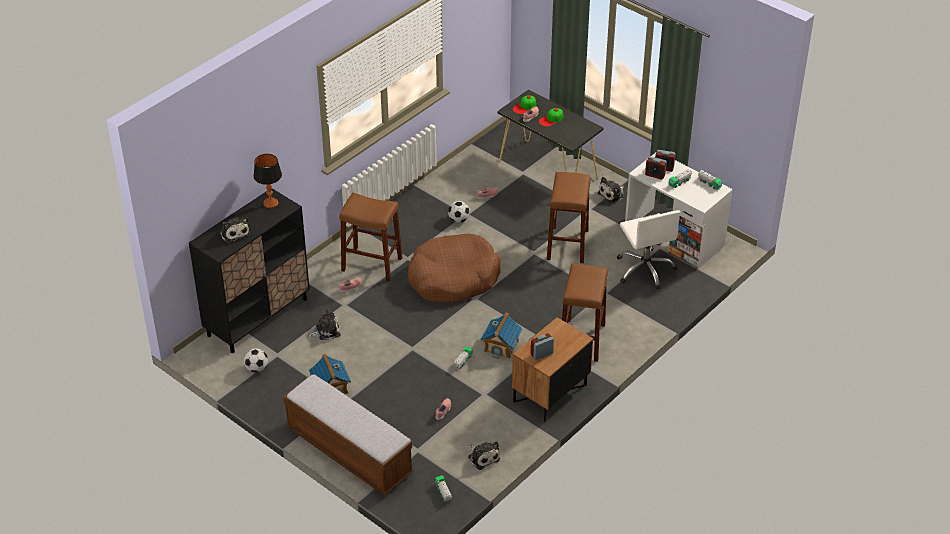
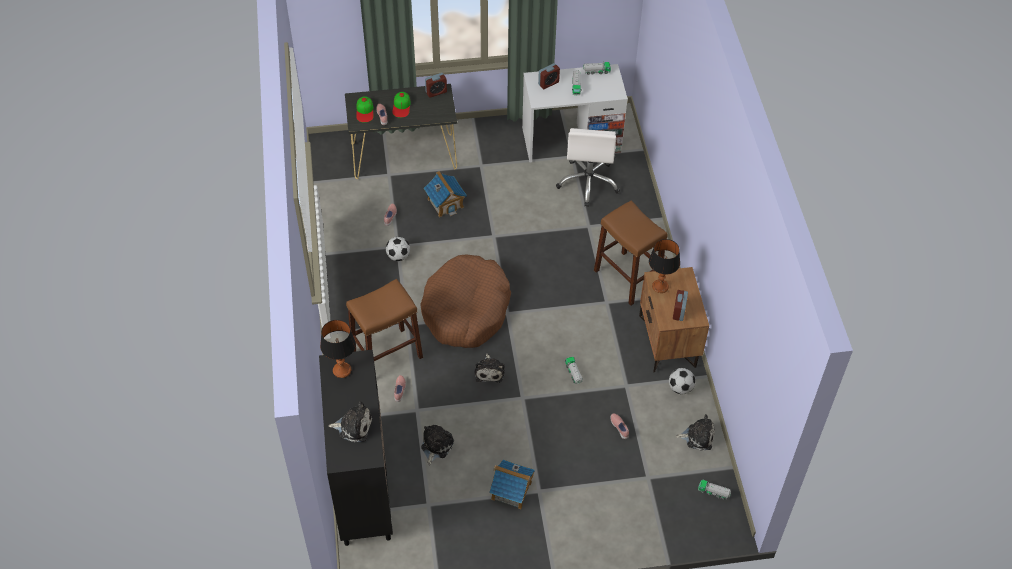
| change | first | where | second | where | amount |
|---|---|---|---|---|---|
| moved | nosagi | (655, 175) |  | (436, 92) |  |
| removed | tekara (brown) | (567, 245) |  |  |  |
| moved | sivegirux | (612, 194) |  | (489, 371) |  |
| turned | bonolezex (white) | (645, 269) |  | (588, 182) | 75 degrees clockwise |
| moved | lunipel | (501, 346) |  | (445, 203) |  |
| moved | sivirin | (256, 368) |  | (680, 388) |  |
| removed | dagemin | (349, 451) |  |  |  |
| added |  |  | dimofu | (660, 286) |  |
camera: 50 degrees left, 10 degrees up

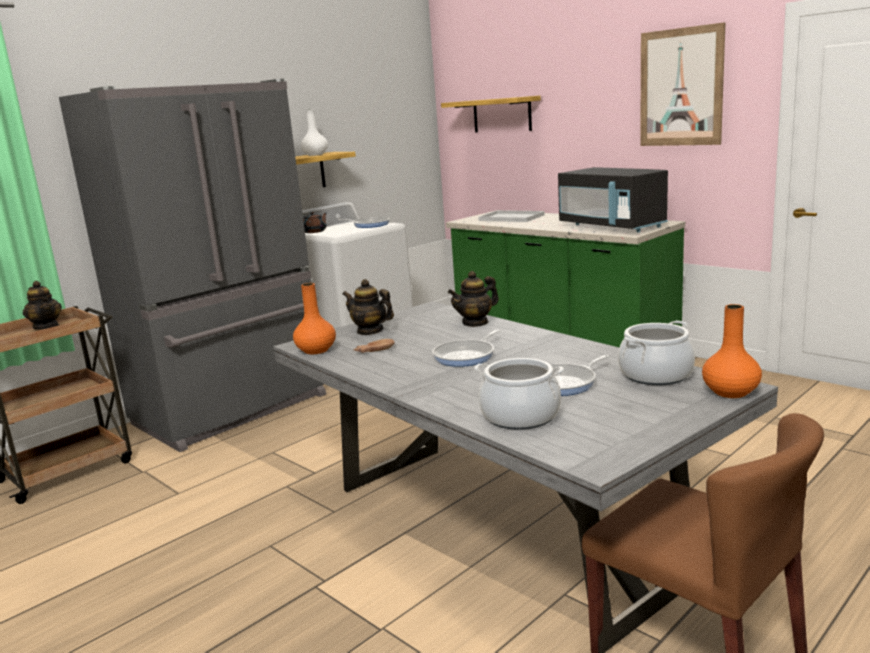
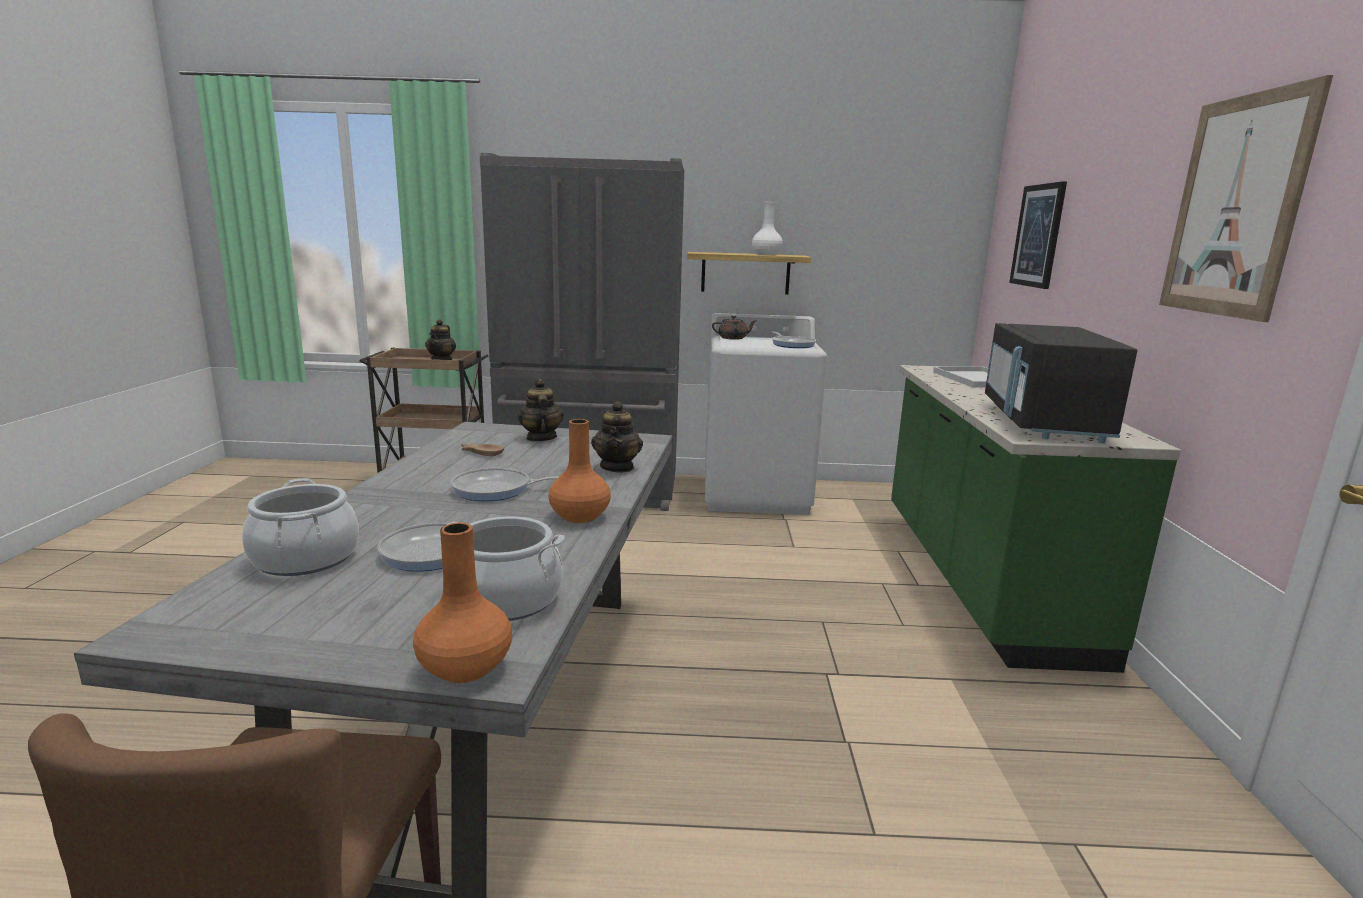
| change | first | where | second | where | amount |
|---|---|---|---|---|---|
| replaced | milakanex | (502, 115) | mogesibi | (1038, 236) |  |
| turned | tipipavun | (475, 323) |  | (617, 467) | 105 degrees counterclockwise |
| moved | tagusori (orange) | (316, 350) |  | (579, 517) |  |
camera: 45 degrees right, 0 degrees up

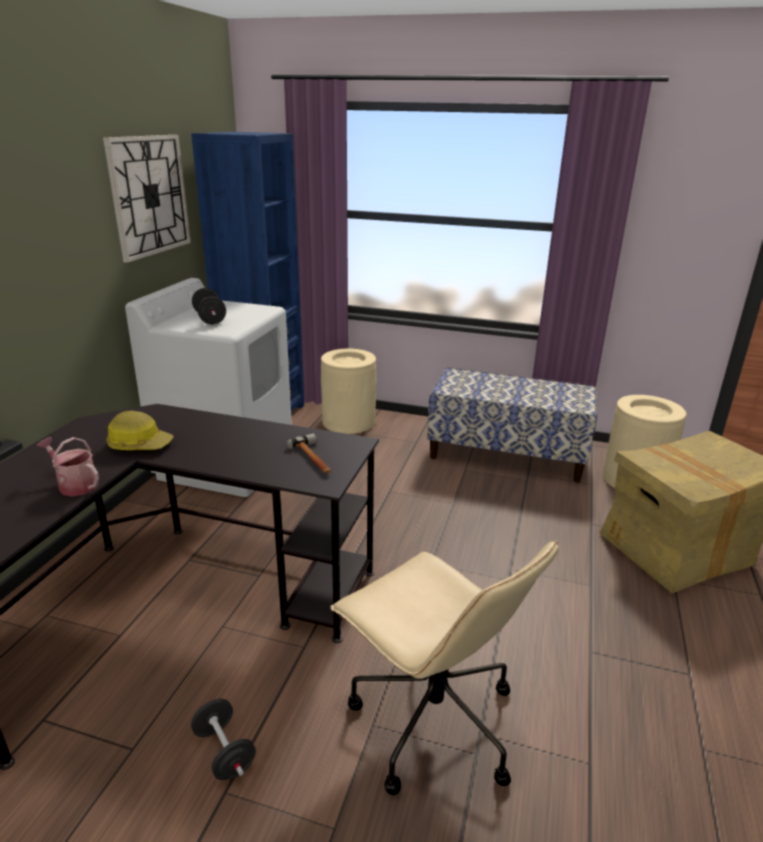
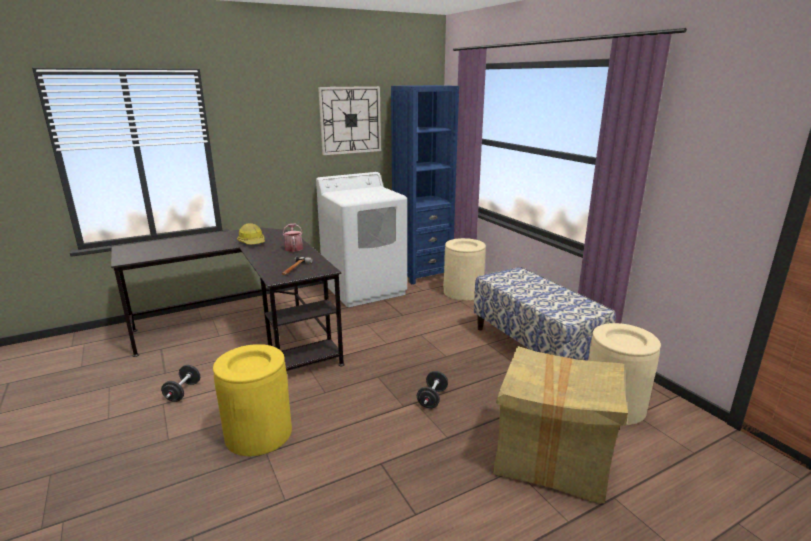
| change | first | where | second | where | amount |
|---|---|---|---|---|---|
| moved | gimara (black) | (210, 319) |  | (432, 398) |  |
| moved | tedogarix | (75, 484) |  | (293, 247) |  |
| replaced | bonolezex (beige) | (431, 720) | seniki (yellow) | (258, 433) |  |
camera: 45 degrees right, 5 degrees down

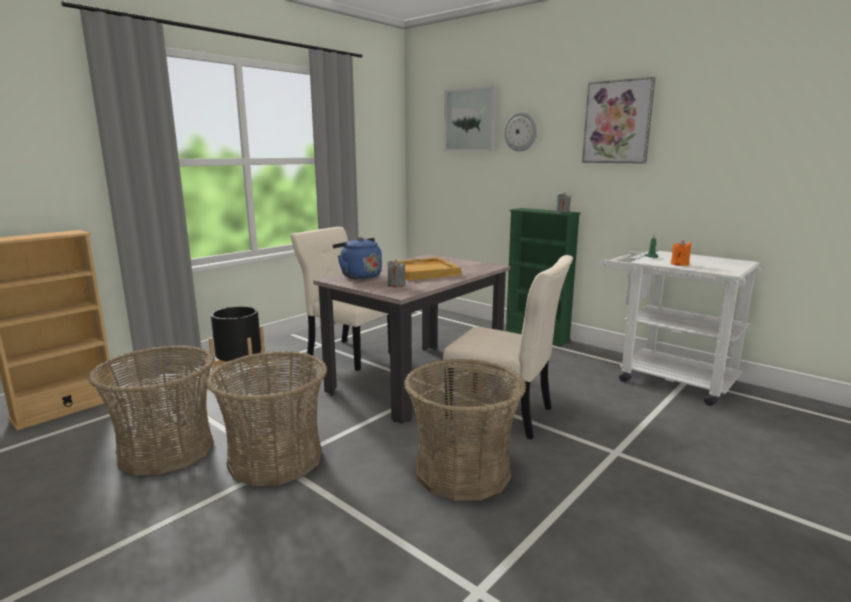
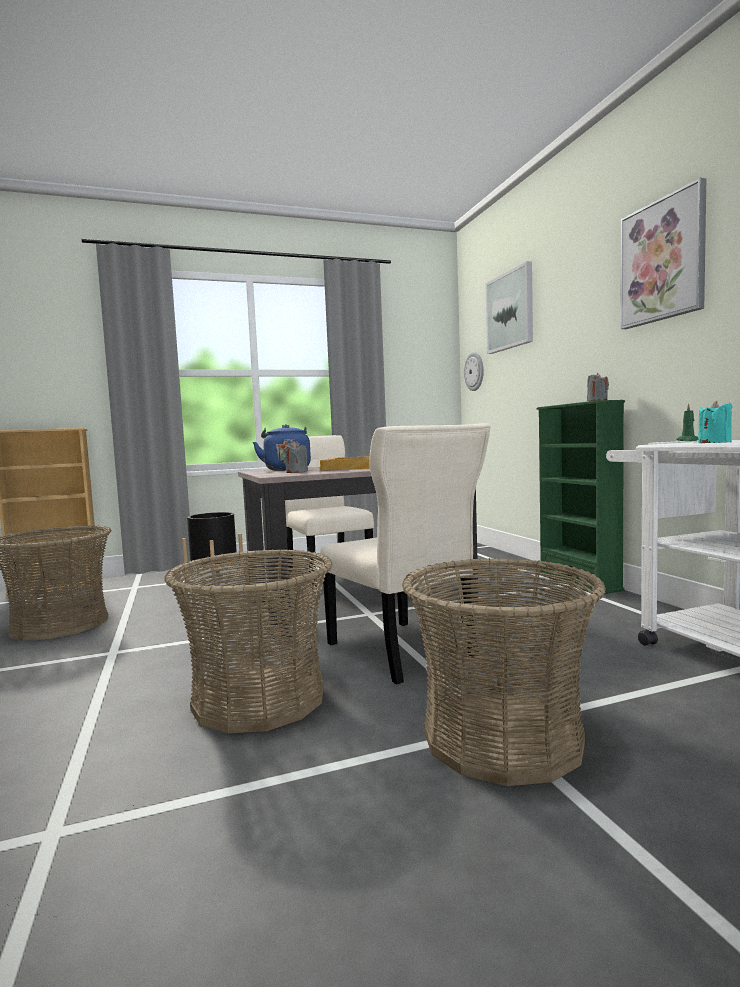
| change | first | where | second | where | amount |
|---|---|---|---|---|---|
| moved | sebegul | (521, 131) |  | (474, 371) |  |
| recoloured | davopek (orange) | (679, 264) | davopek (turquoise) | (714, 443) |  |
| moved | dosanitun | (275, 459) |  | (502, 737) |  |
camera: 30 degrees right, 10 degrees down

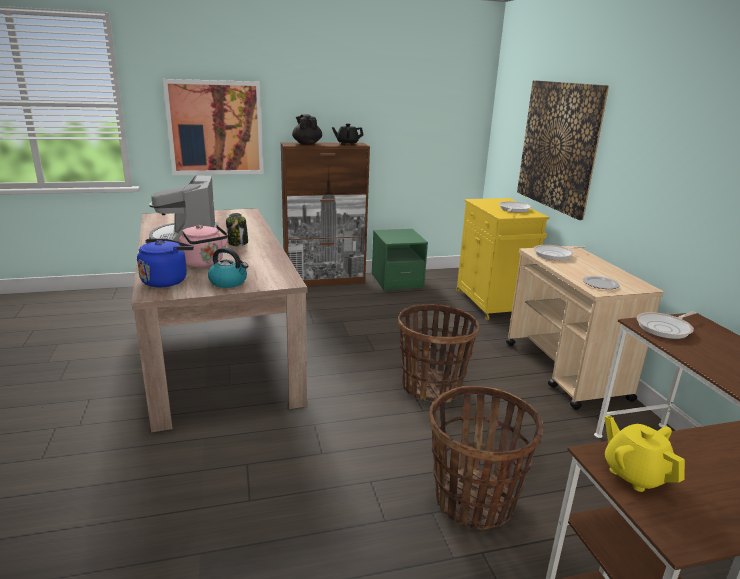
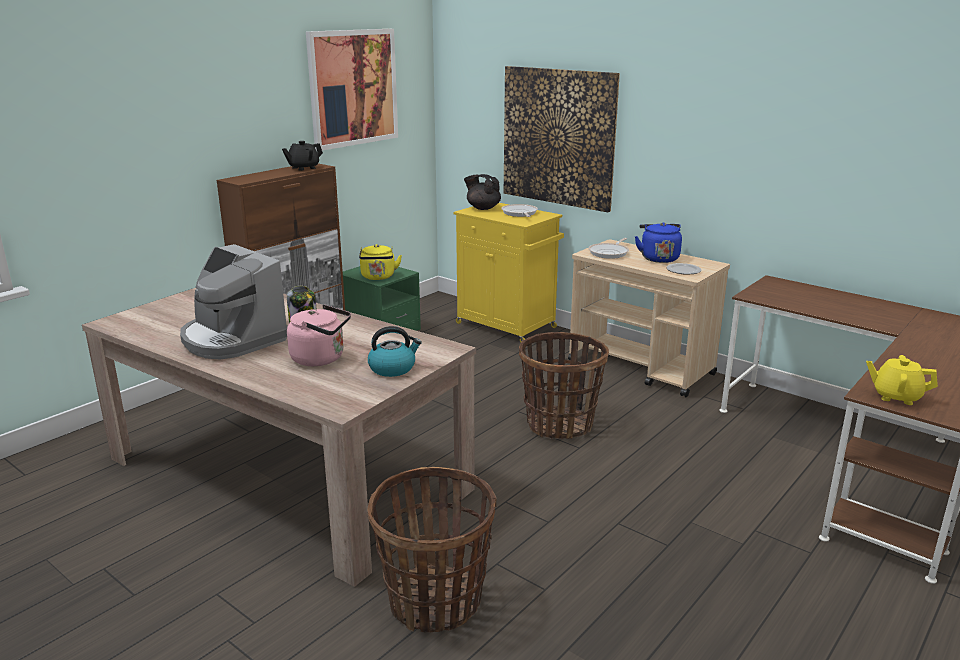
| change | first | where | second | where | amount |
|---|---|---|---|---|---|
| moved | mogesibi | (215, 128) |  | (353, 88) |  |
| moved | tipipavun (black) | (307, 144) |  | (483, 208) |  |
| moved | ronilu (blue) | (166, 280) |  | (658, 258) |  |
| removed | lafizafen | (665, 328) |  |  |  |
| moved | dosanitun | (474, 501) |  | (435, 602) |  |
| added |  |  | ronilu (yellow) | (378, 277) |  |
camera: 35 degrees left, 0 degrees up

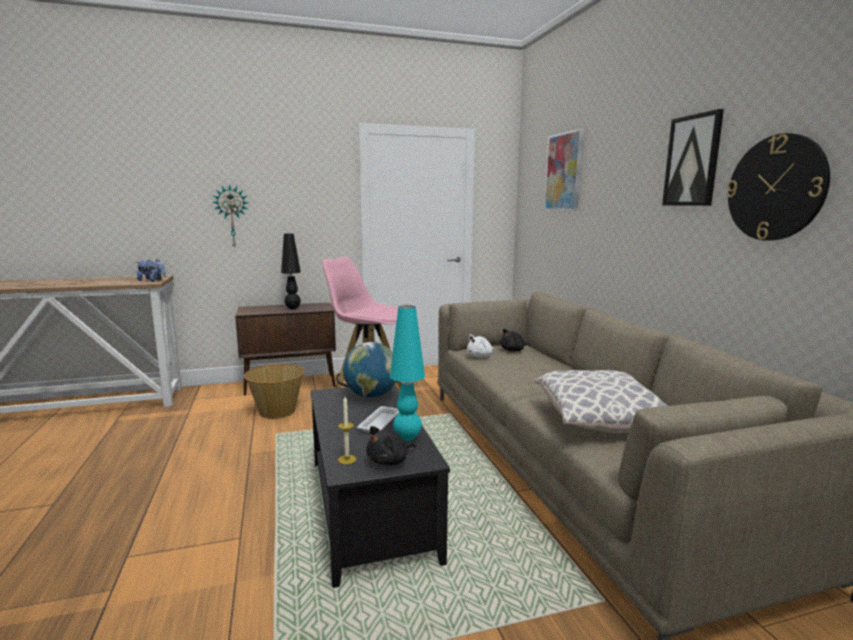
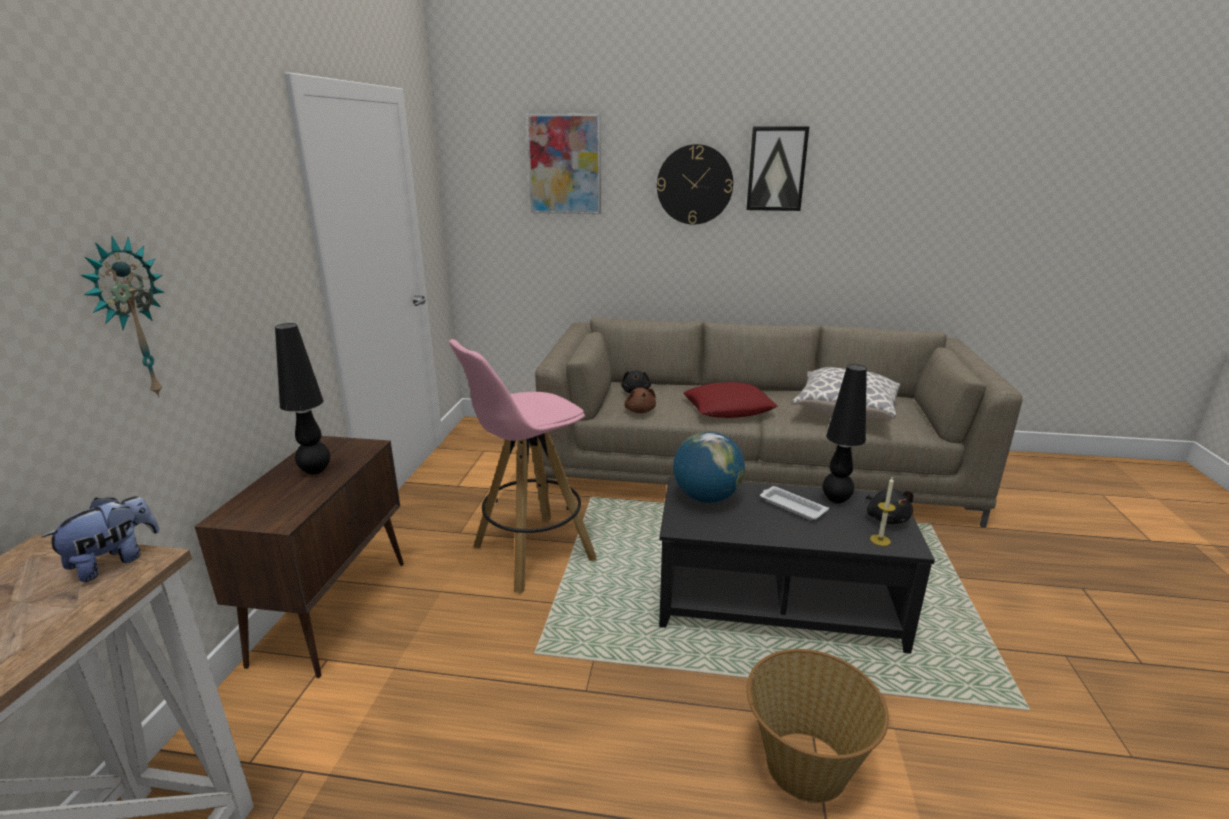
| change | first | where | second | where | amount |
|---|---|---|---|---|---|
| moved | sebegul | (775, 188) |  | (694, 185) |  |
| recoloured | dimofu (turquoise) | (407, 438) | dimofu (black) | (835, 499) |  |
| recoloured | sivegirux (white) | (480, 356) | sivegirux (brown) | (640, 411) |  |
| moved | dosanitun | (277, 411) |  | (804, 766) |  |
| added |  |  | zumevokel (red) | (728, 408) |  |
camera: 65 degrees left, 10 degrees up

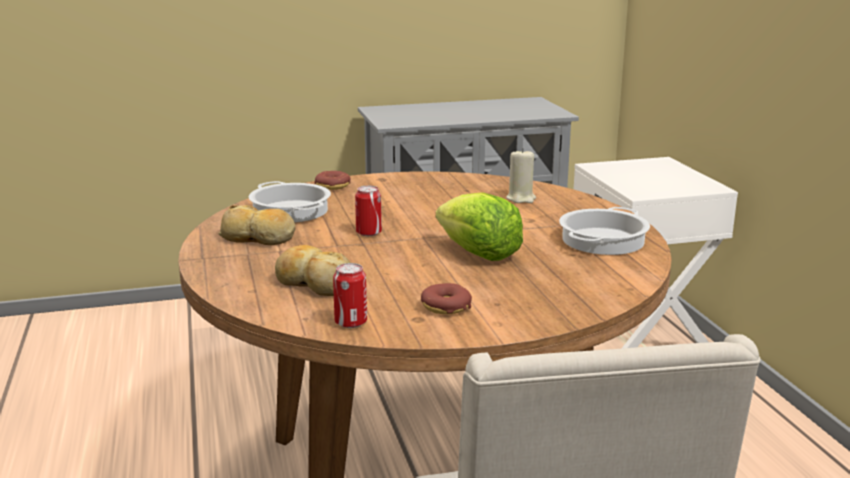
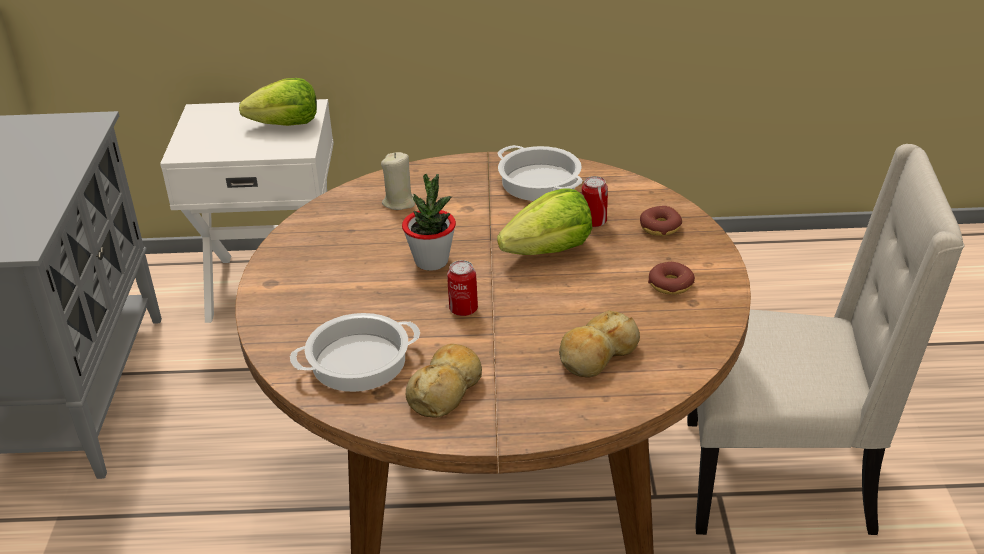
| change | first | where | second | where | amount |
|---|---|---|---|---|---|
| moved | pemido | (332, 186) |  | (660, 227) |  |
| moved | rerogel | (351, 322) |  | (593, 222) |  |
| added |  |  | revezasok | (286, 124) |  |
| added |  |  | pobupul | (432, 261) |  |
camera: 75 degrees left, 15 degrees up

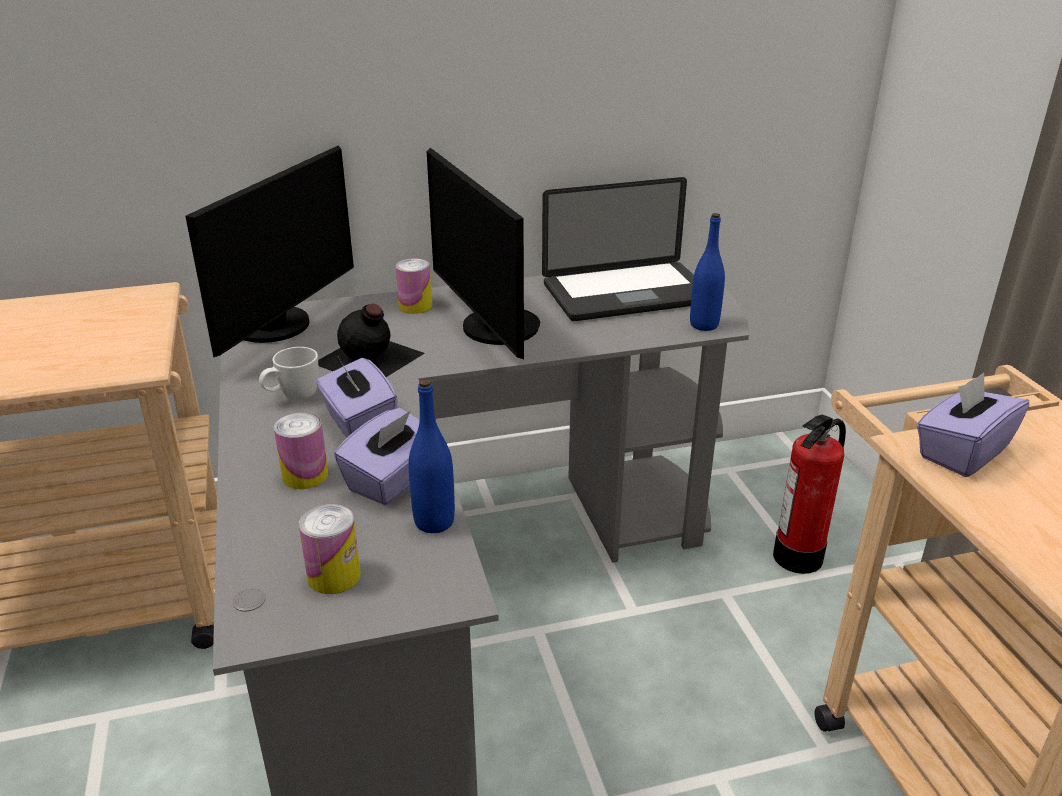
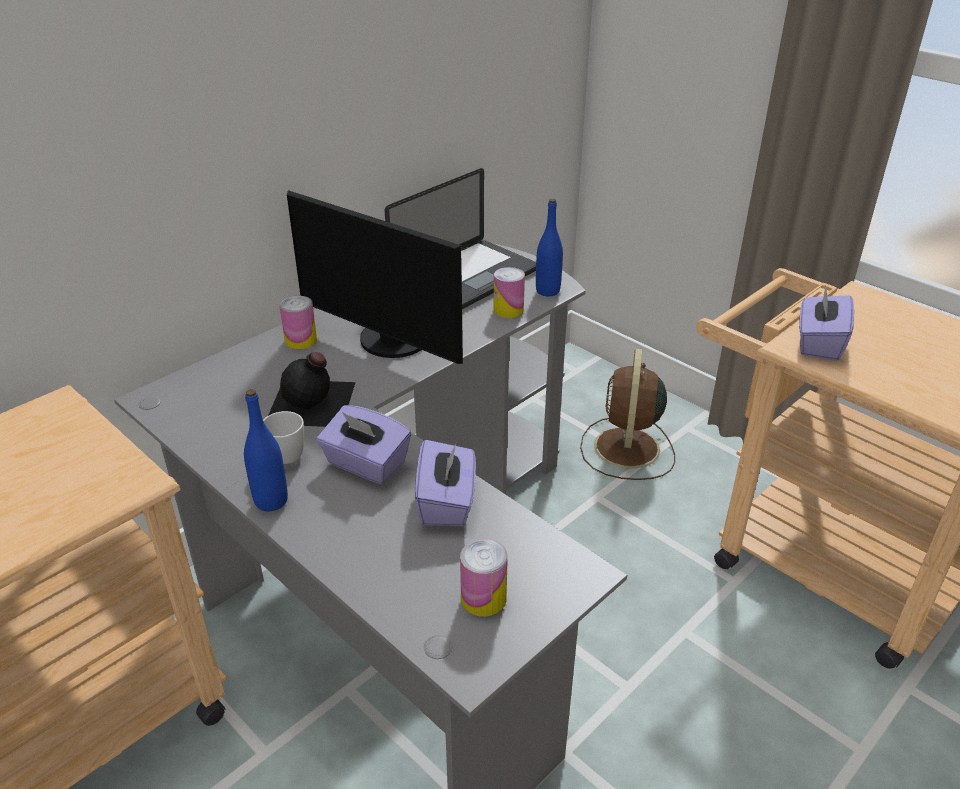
| change | first | where | second | where | amount |
|---|---|---|---|---|---|
| removed | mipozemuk | (278, 326) |  |  |  |
| moved | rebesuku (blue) | (434, 522) |  | (271, 501) |  |
| moved | rerogel | (305, 475) |  | (508, 310) |  |
| replaced | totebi | (798, 557) | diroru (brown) | (626, 449) |  |
camera: 30 degrees left, 5 degrees up

